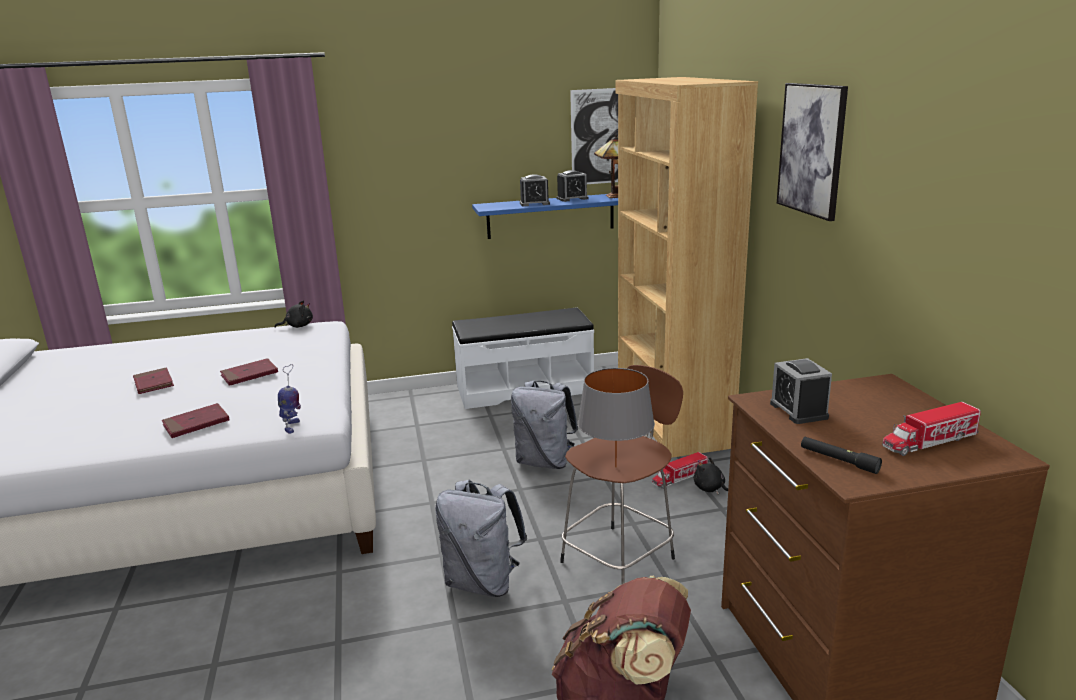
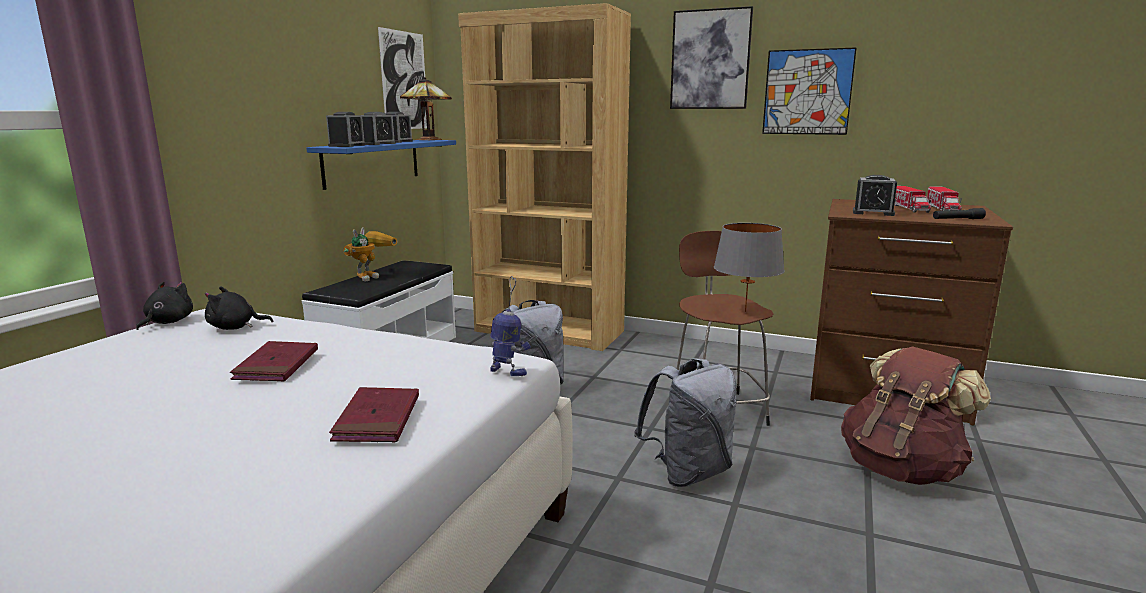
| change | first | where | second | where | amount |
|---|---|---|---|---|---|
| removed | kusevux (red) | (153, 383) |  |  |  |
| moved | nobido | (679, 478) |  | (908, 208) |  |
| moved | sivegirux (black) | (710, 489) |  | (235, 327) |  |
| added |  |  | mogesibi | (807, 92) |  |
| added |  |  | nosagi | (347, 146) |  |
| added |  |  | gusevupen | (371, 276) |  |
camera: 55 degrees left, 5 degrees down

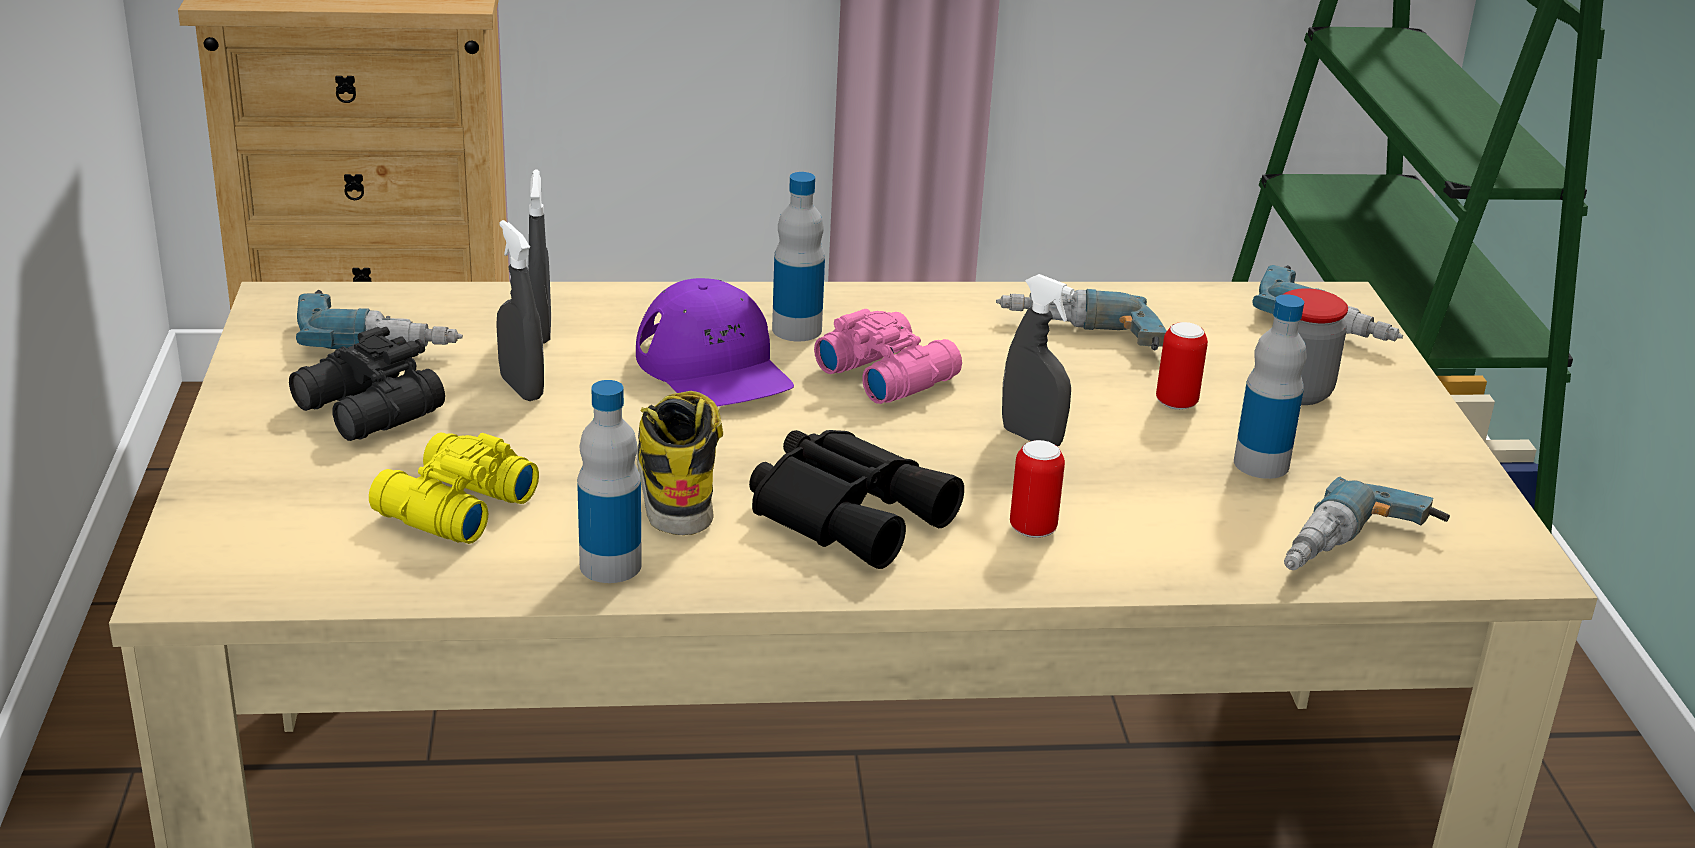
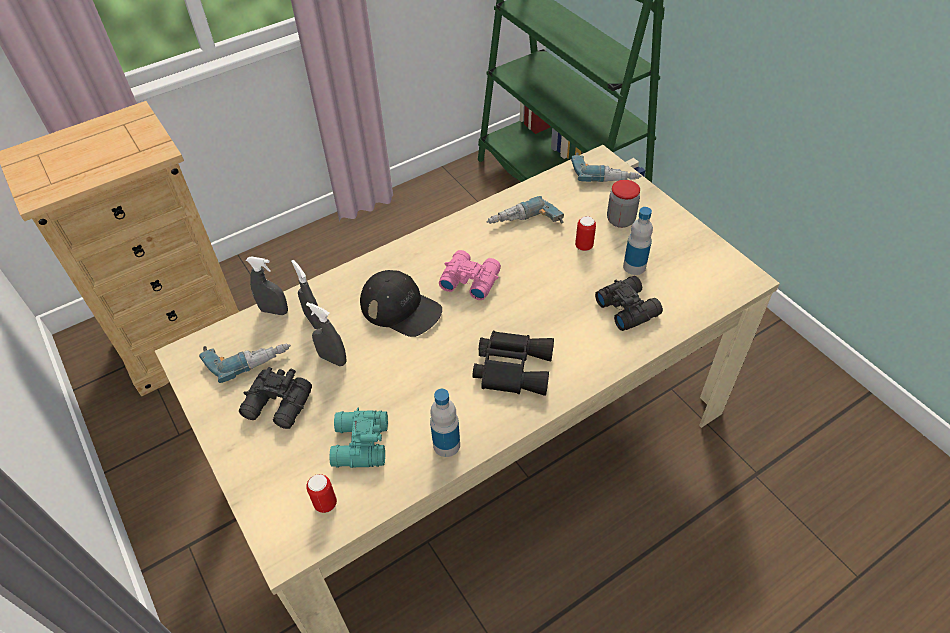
| change | first | where | second | where | amount |
|---|---|---|---|---|---|
| removed | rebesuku | (797, 329) |  |  |  |
| moved | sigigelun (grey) | (1031, 437) |  | (274, 311) |  |
| recoloured | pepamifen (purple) | (714, 367) | pepamifen (black) | (401, 308) |  |
| removed | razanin | (677, 479) |  |  |  |
| recoloured | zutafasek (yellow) | (451, 507) | zutafasek (turquoise) | (359, 445) |  |
| moved | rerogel | (1032, 529) |  | (325, 503) |  |
| removed | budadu | (1359, 554) |  |  |  |
| added |  |  | zutafasek (black) | (627, 307) |  |
camera: 25 degrees left, 20 degrees up

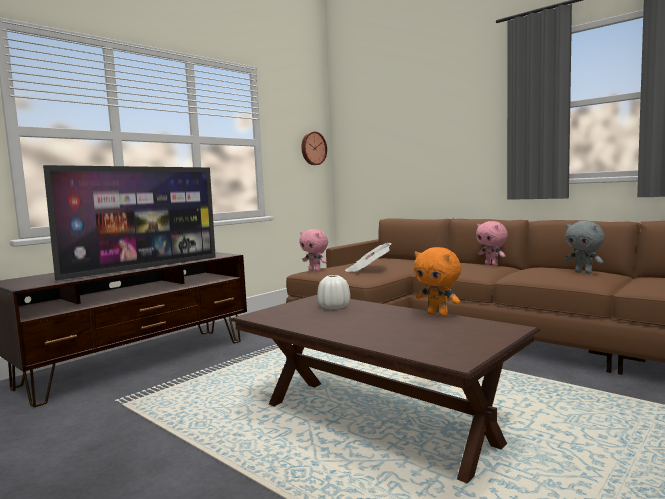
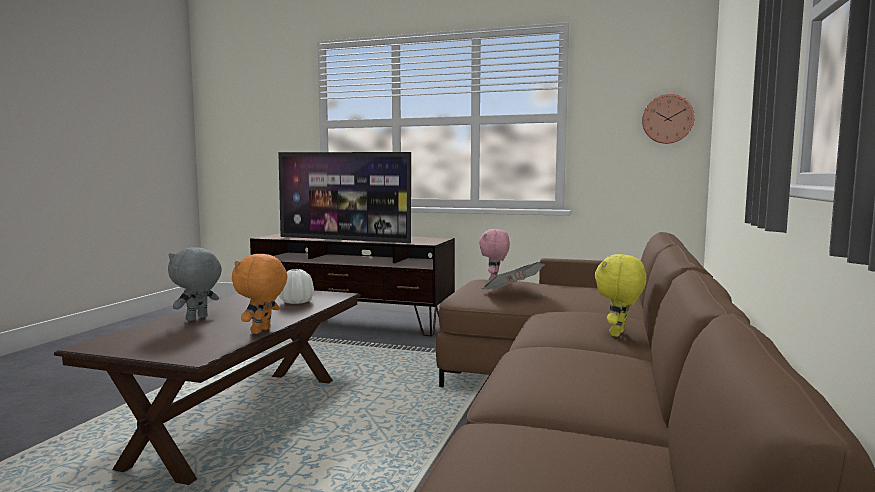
| change | first | where | second | where | amount |
|---|---|---|---|---|---|
| recoloured | sivegirux (pink) | (492, 265) | sivegirux (yellow) | (618, 334) |  |
| moved | sivegirux (grey) | (584, 272) |  | (197, 319) |  |
camera: 65 degrees right, 0 degrees up

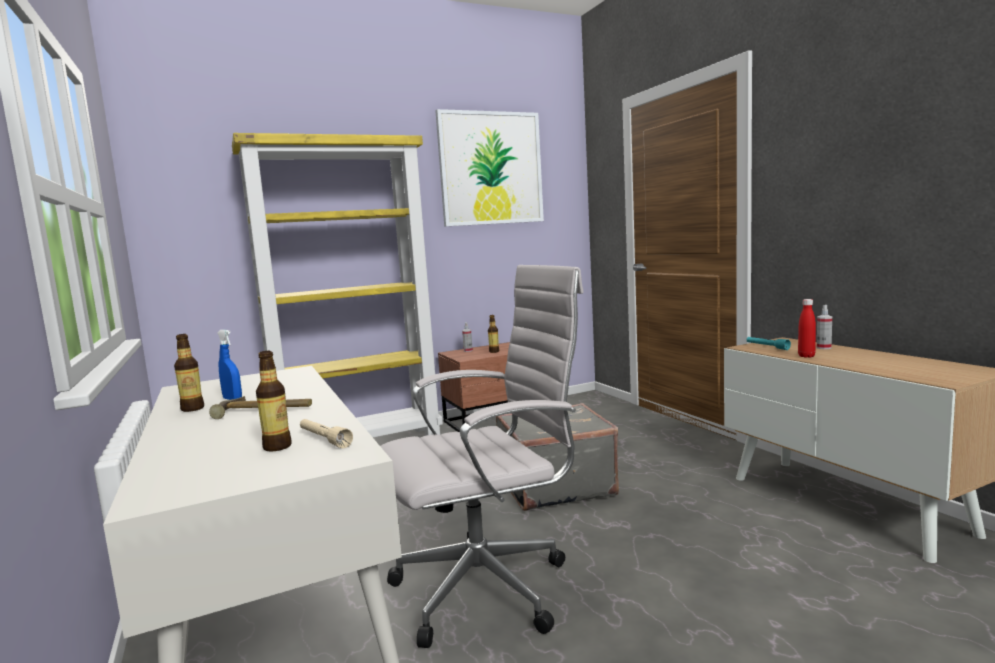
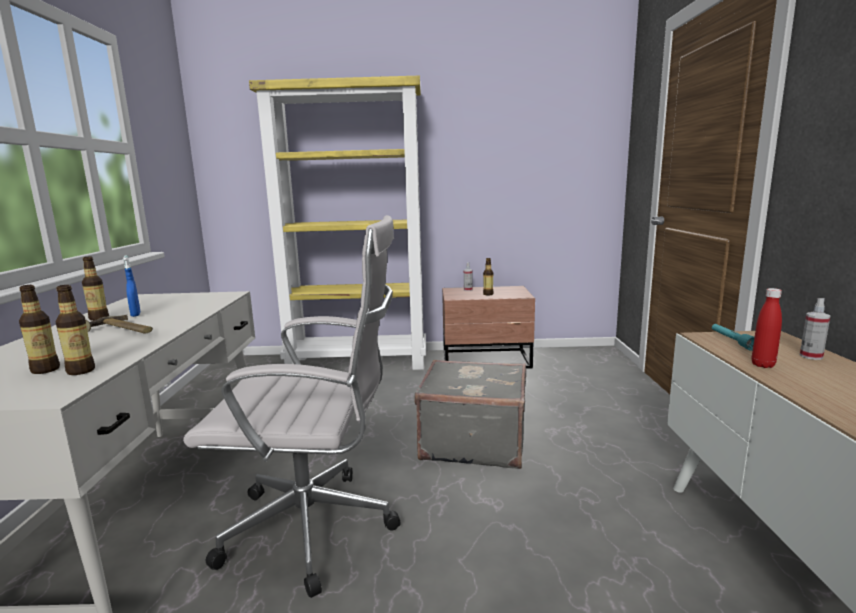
| change | first | where | second | where | amount |
|---|---|---|---|---|---|
| removed | mogesibi | (491, 168) |  |  |  |
| replaced | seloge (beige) | (324, 439) | rebesuku | (81, 371) |  |
camera: 25 degrees right, 5 degrees up

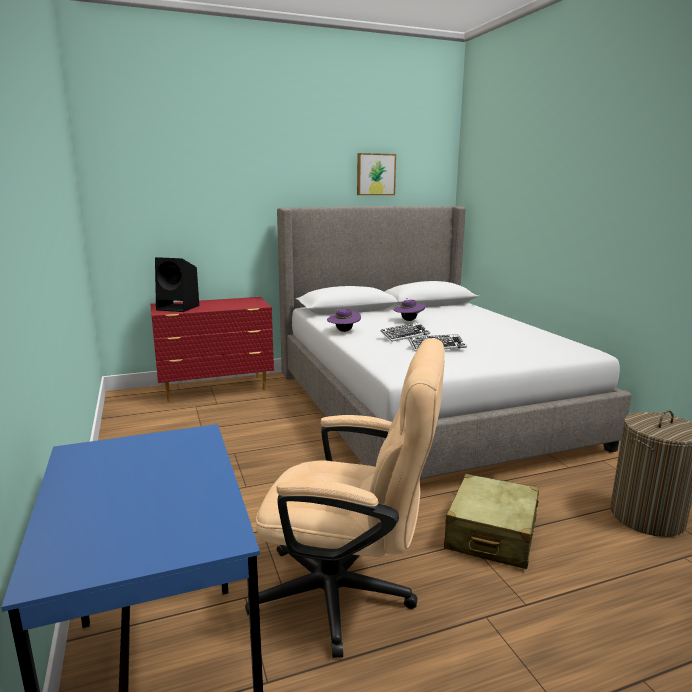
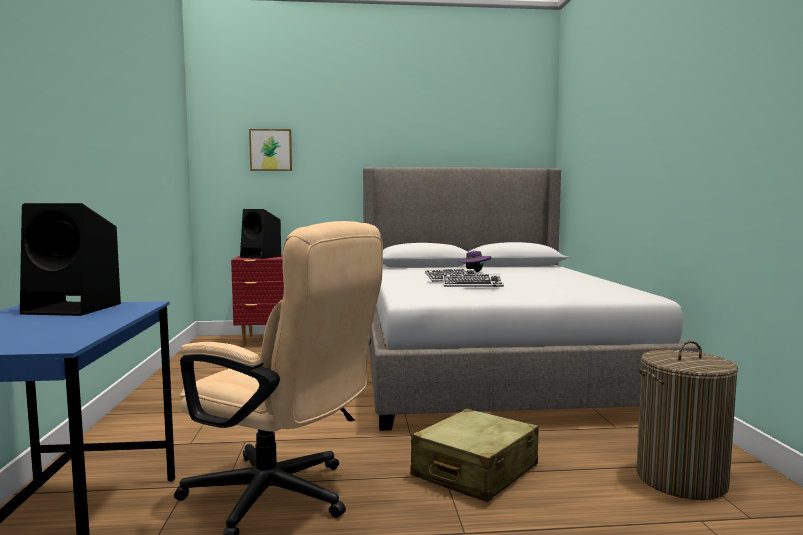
| change | first | where | second | where | amount |
|---|---|---|---|---|---|
| moved | mogesibi | (375, 174) |  | (271, 150) |  |
| removed | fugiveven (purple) | (343, 331) |  |  |  |
| added |  |  | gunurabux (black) | (75, 309) |  |
camera: 15 degrees right, 10 degrees down

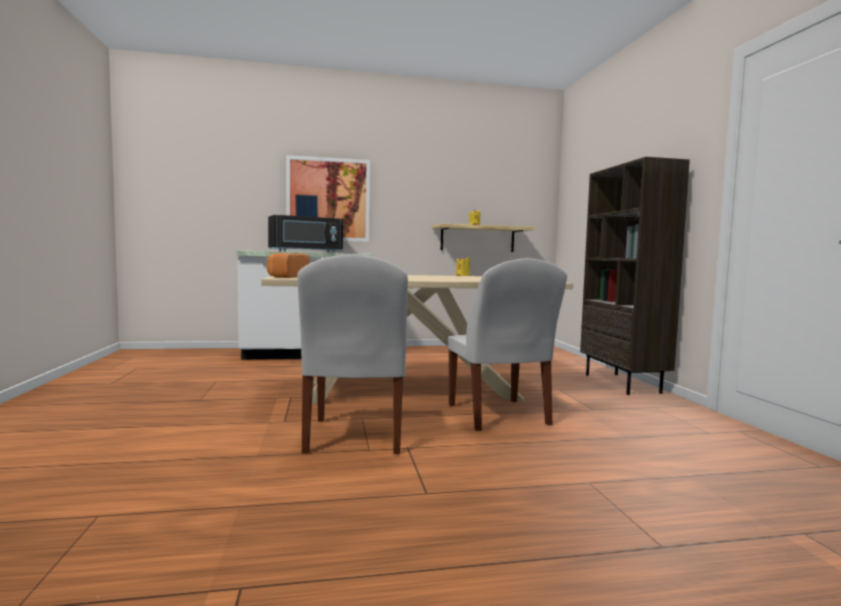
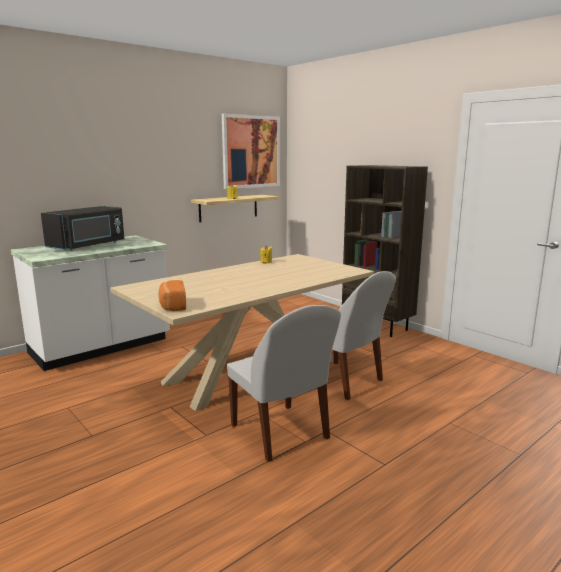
| change | first | where | second | where | amount |
|---|---|---|---|---|---|
| moved | mogesibi | (328, 199) |  | (251, 152) |  |
camera: 30 degrees left, 10 degrees up

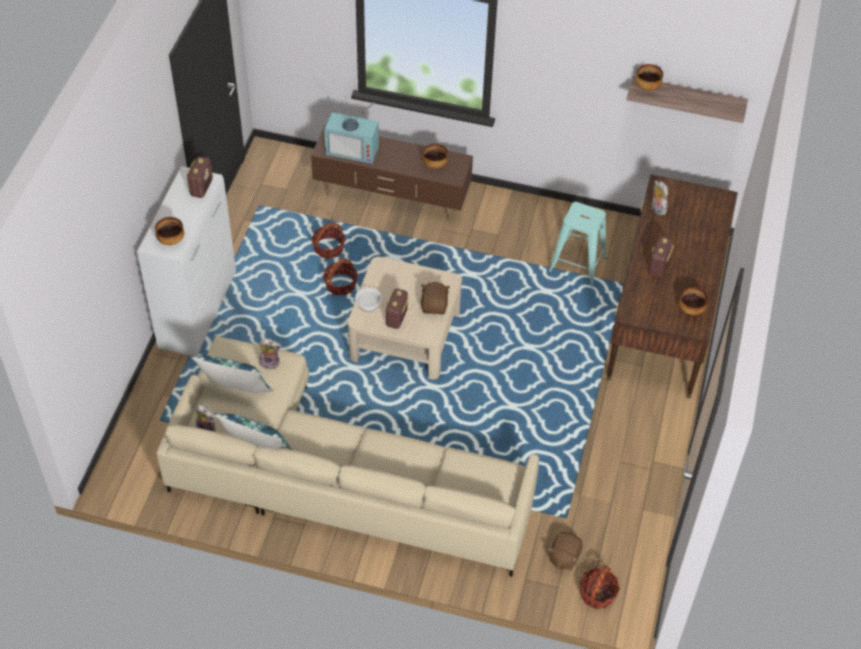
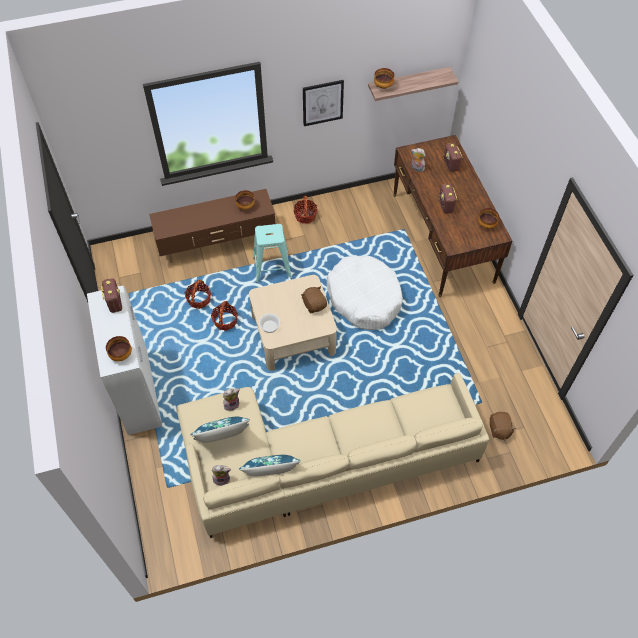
| change | first | where | second | where | amount |
|---|---|---|---|---|---|
| removed | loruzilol | (353, 149) |  |  |  |
| moved | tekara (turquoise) | (577, 264) |  | (272, 268) |  |
| moved | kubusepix | (396, 318) |  | (451, 165) |  |
| moved | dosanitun | (597, 594) |  | (305, 216) |  |
| added |  |  | mogesibi | (322, 102) |  |
| added |  |  | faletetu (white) | (364, 298) |  |
camera: 30 degrees left, 5 degrees up

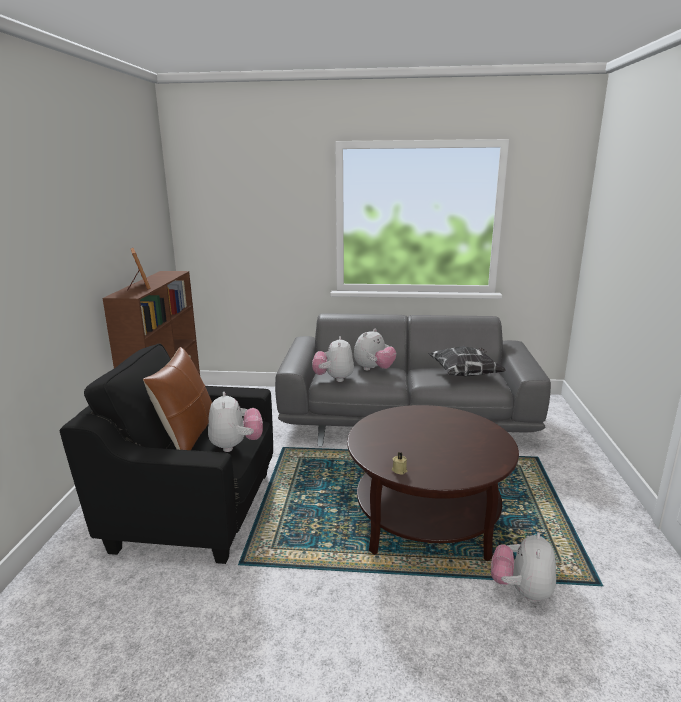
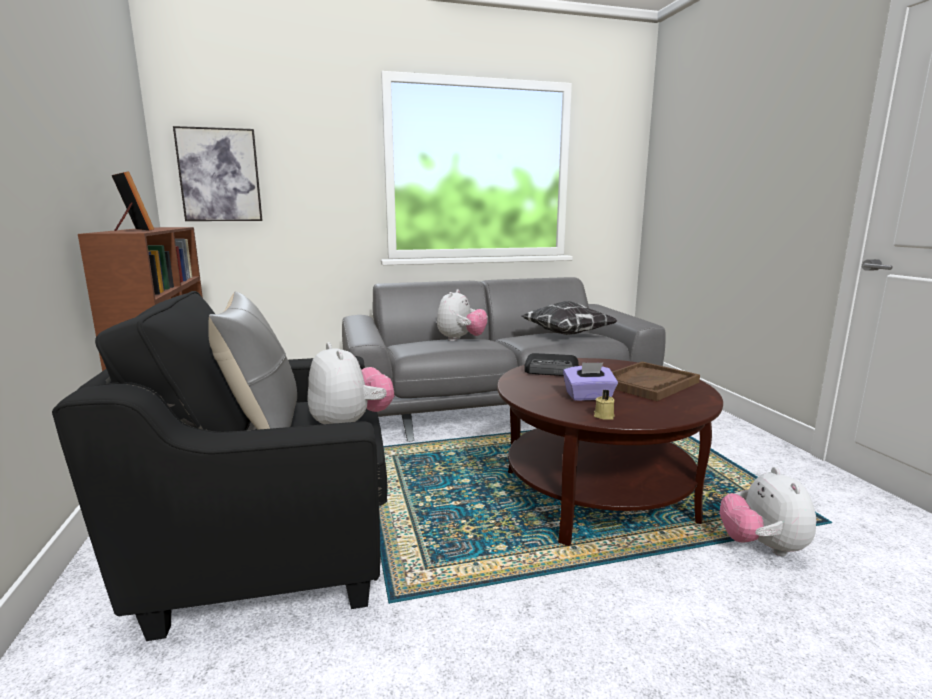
| change | first | where | second | where | amount |
|---|---|---|---|---|---|
| removed | sivegirux | (334, 378) |  |  |  |
| recoloured | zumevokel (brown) | (187, 435) | zumevokel (grey) | (264, 423) |  |
| added |  |  | mogesibi | (219, 175) |  |
| added |  |  | kubusepix | (552, 371) |  |
| added |  |  | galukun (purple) | (589, 397) |  |
| added |  |  | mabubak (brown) | (648, 383) |  |
camera: 20 degrees left, 5 degrees down

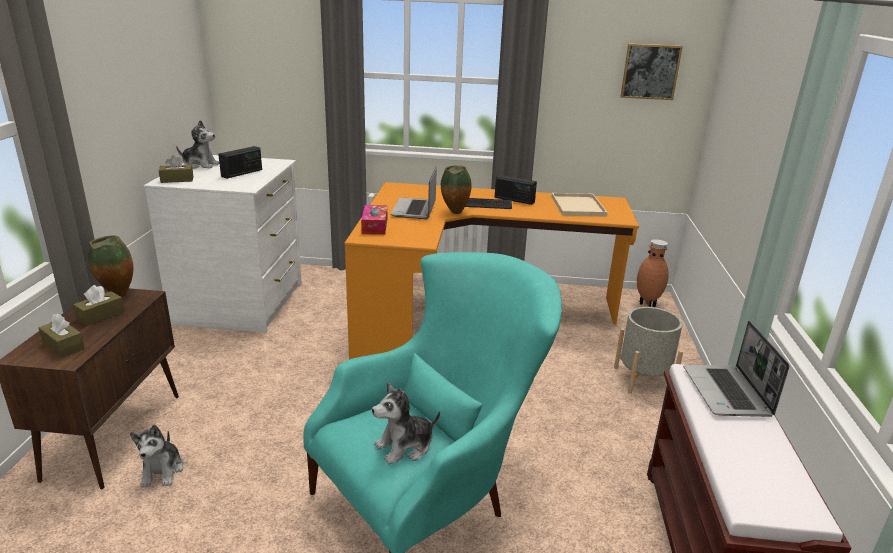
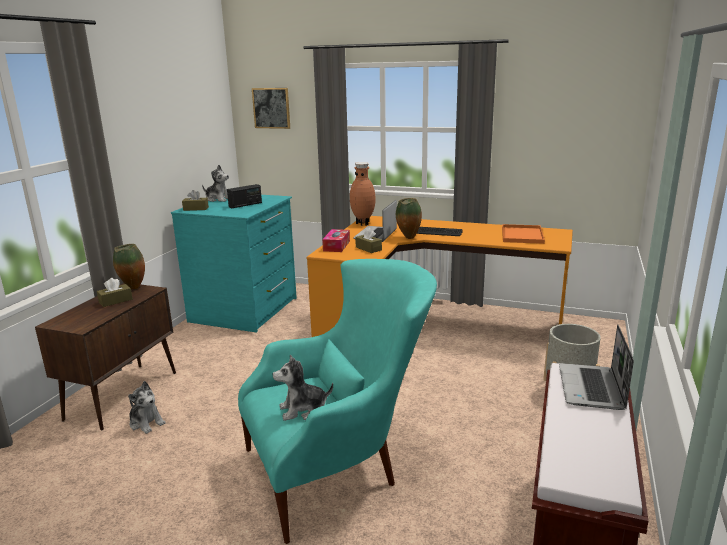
| change | first | where | second | where | amount |
|---|---|---|---|---|---|
| moved | mogesibi | (650, 71) |  | (271, 108) |  |
| recoloured | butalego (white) | (241, 303) | butalego (turquoise) | (245, 310) |  |
| removed | kubusepix | (514, 200) |  |  |  |
| recoloured | mabubak (beige) | (579, 206) | mabubak (orange) | (522, 235) |  |
| moved | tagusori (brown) | (647, 304) |  | (363, 223) |  |
| moved | galukun (brown) | (63, 345) |  | (368, 248) |  |
| turned | sivegirux | (162, 471) |  | (146, 423) | 60 degrees counterclockwise |
camera: 15 degrees right, 5 degrees down

